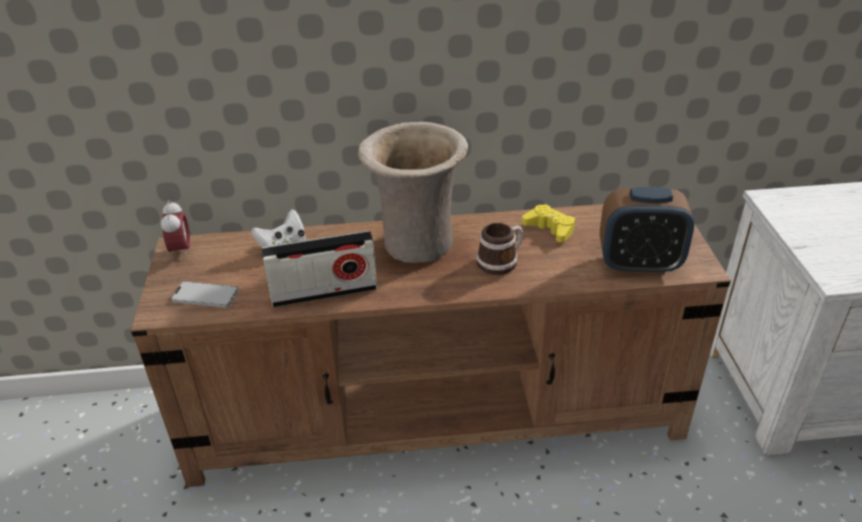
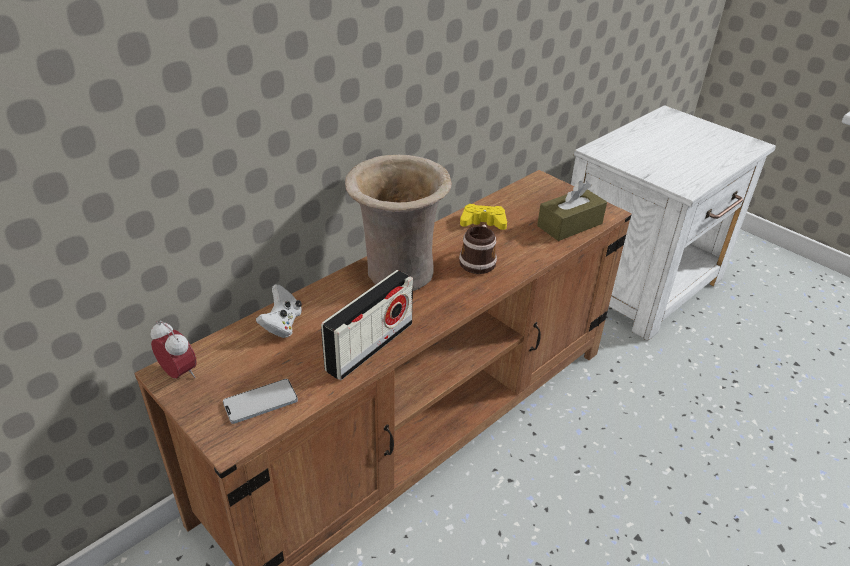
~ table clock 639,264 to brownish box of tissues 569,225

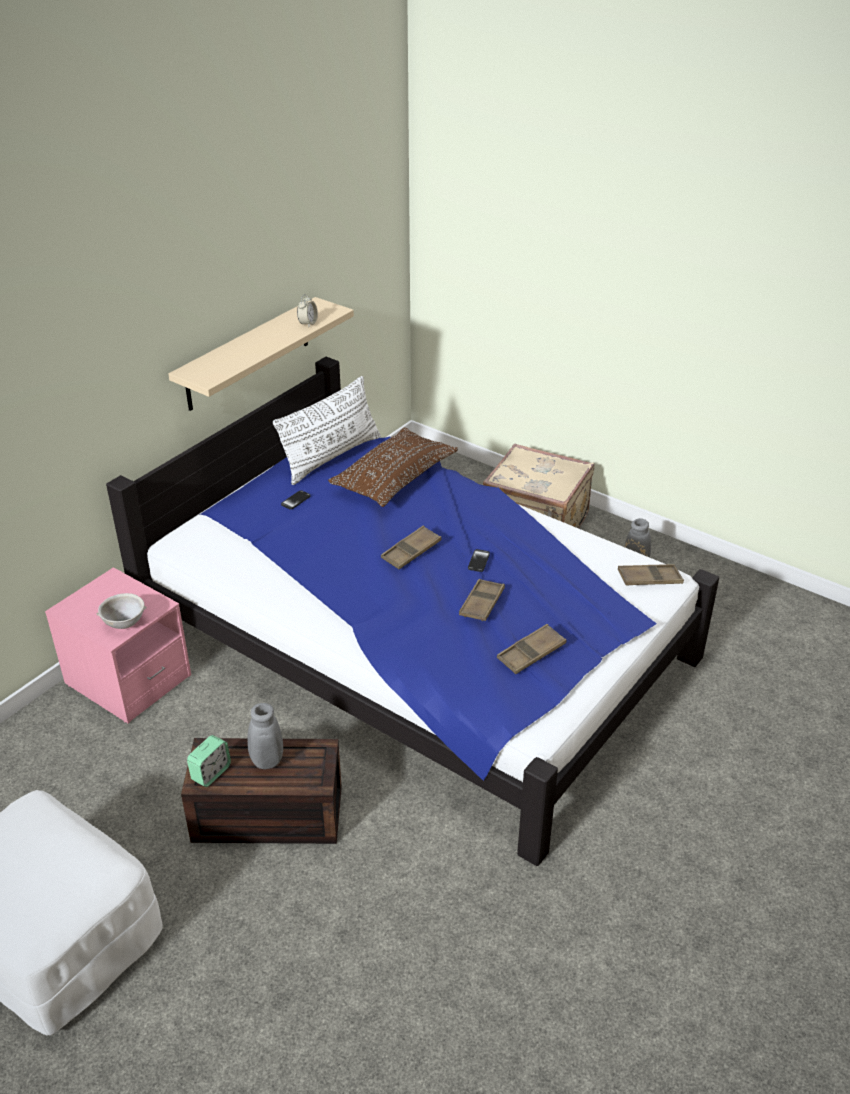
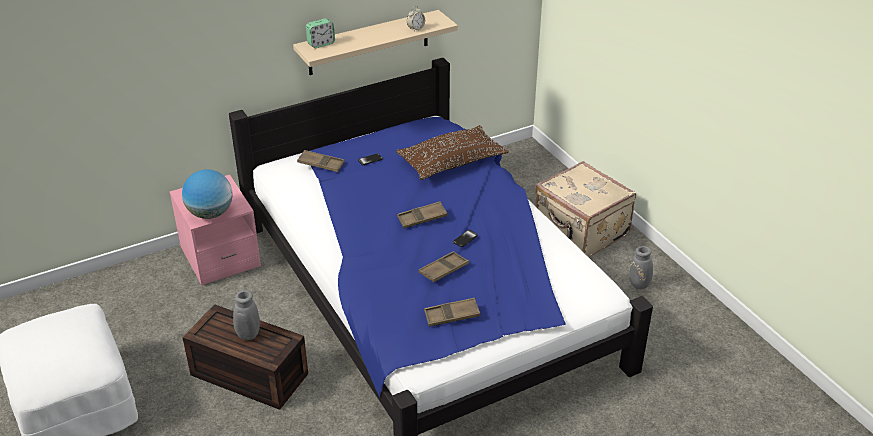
~ greyish deep dish 124,623 to world globe 210,213
~ table clock 211,773 to 321,44
- whitish cushion 331,457
~ brownish serving tray 649,579 to 321,164

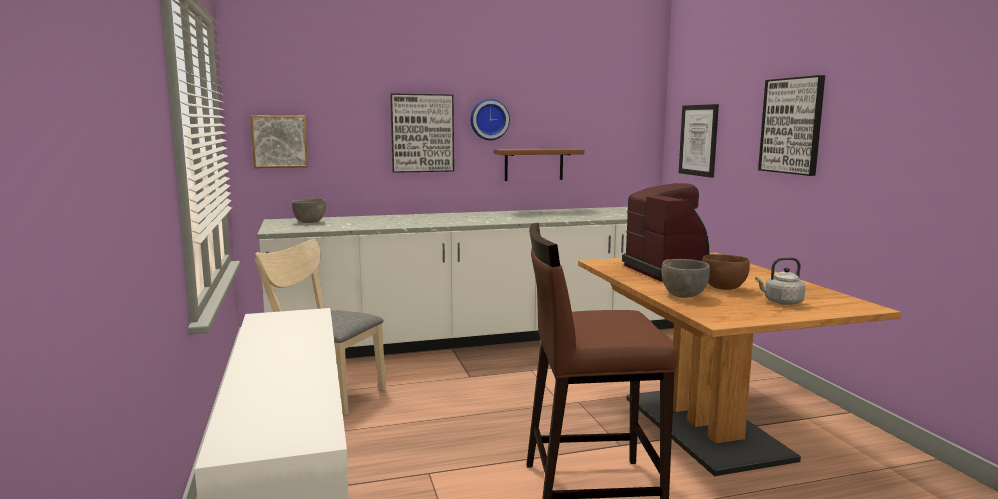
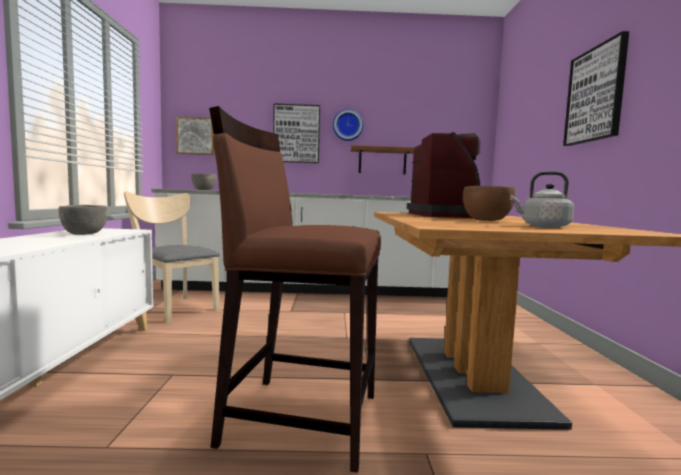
~ greyish deep dish 683,295 to 85,234
- picture 698,140

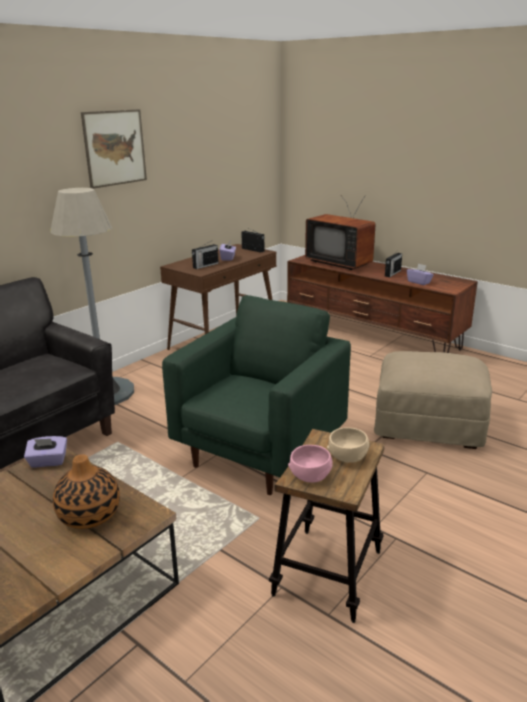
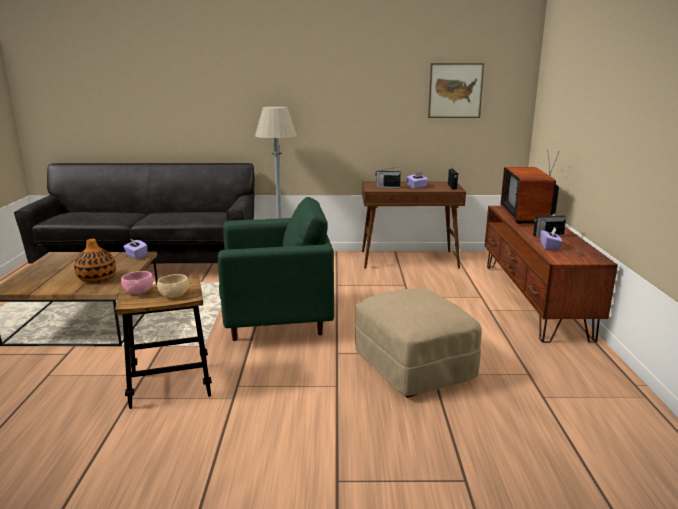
~ picture 115,148 to 455,90

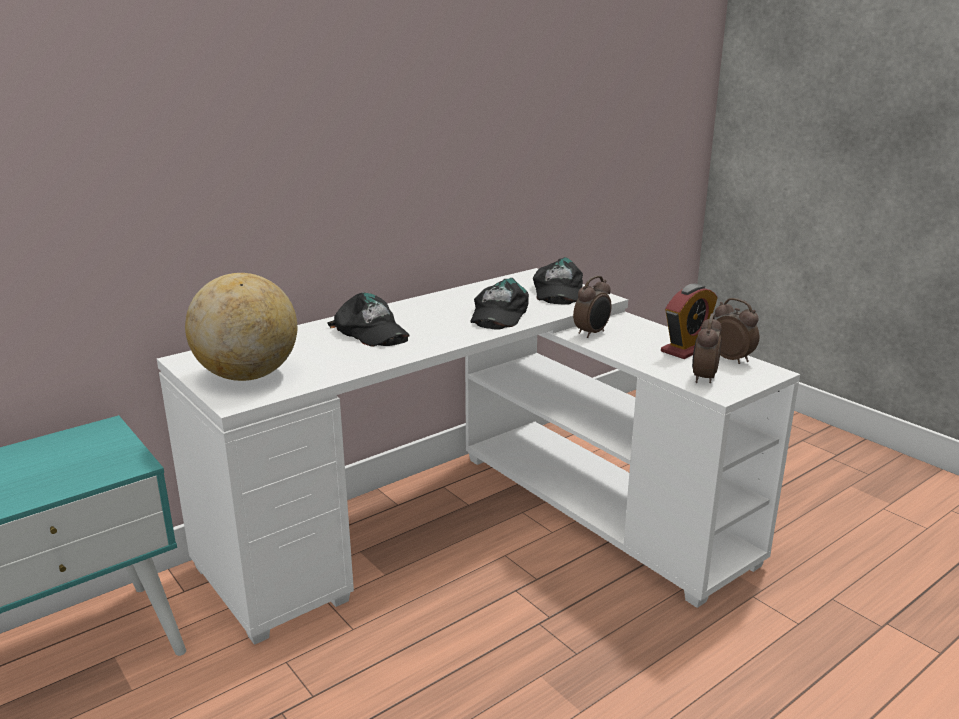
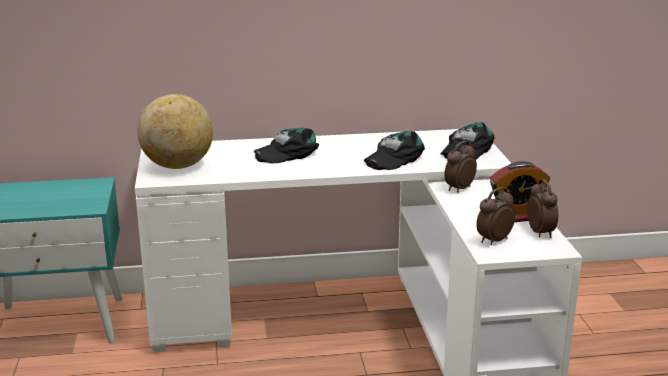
~ black-coloured peaked cap 370,332 = 287,153 75 degrees clockwise
~ table clock 592,333 = 458,189 150 degrees clockwise

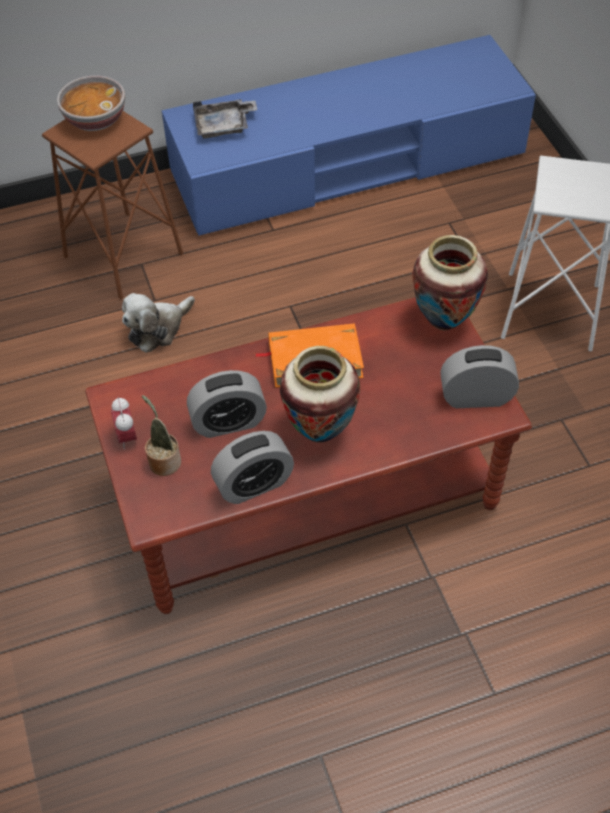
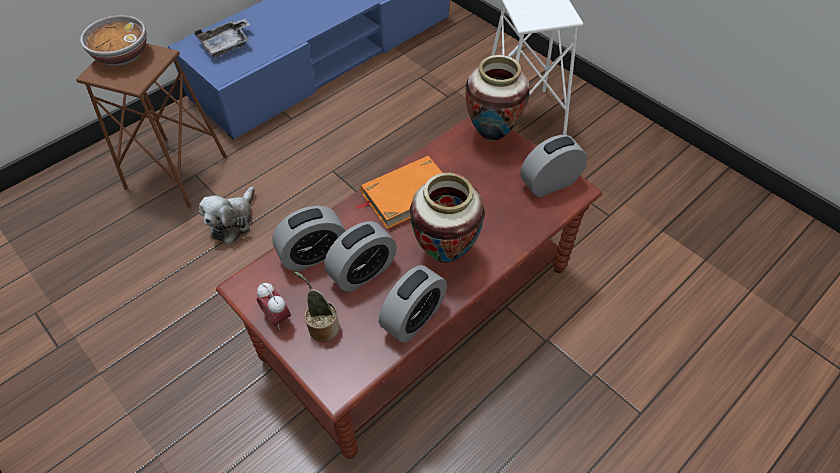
+ table clock 313,255

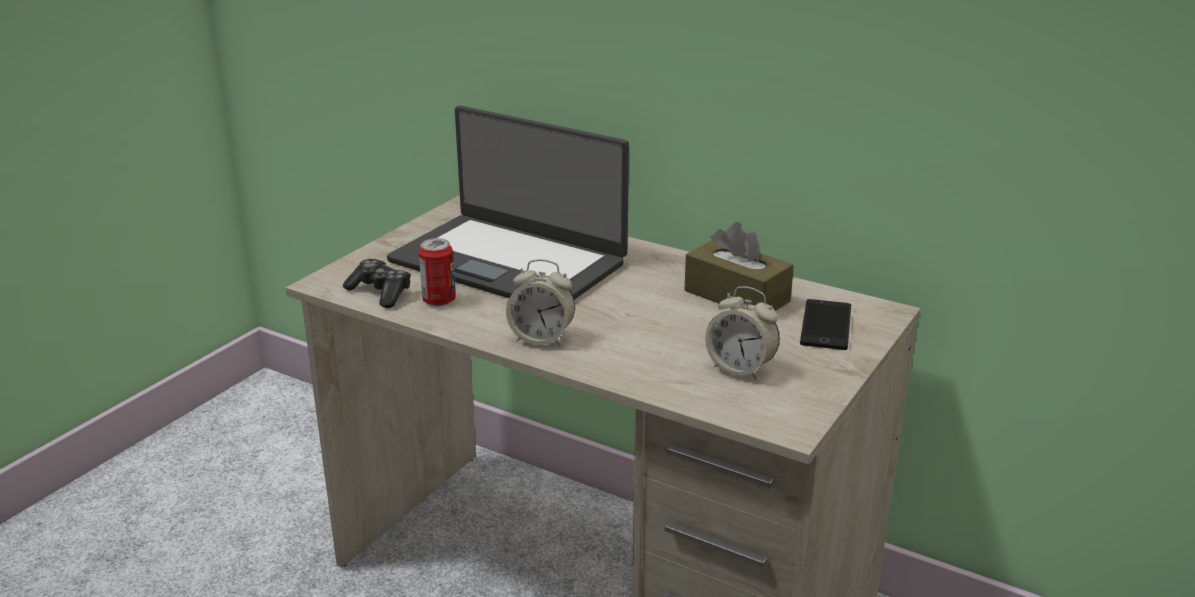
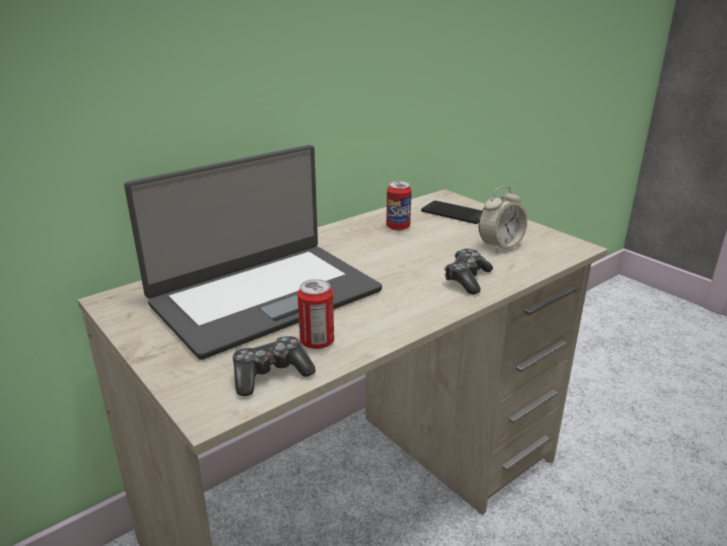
- table clock 541,338
~ brownish box of tissues 736,296 to sealed can 398,227
+ joypad 467,279

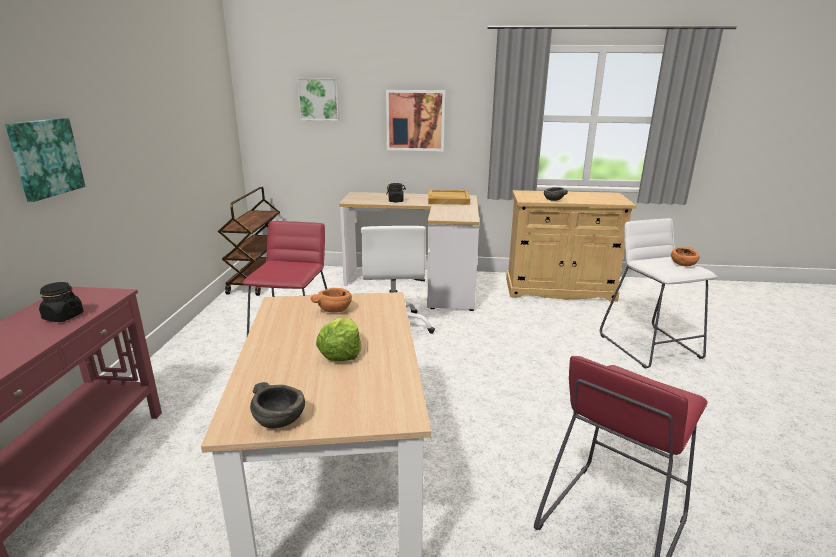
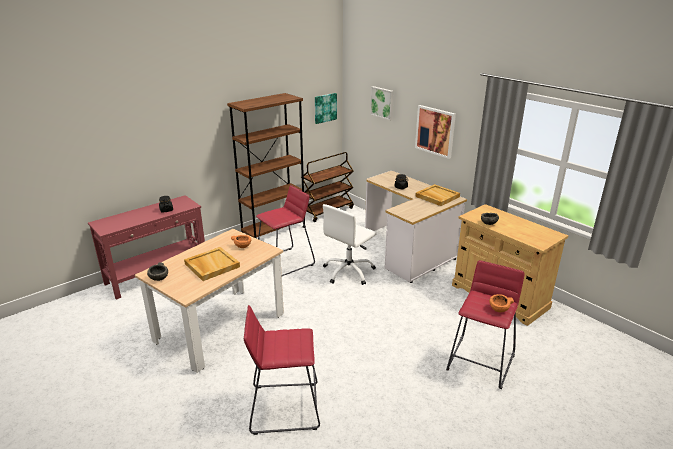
~ picture 45,158 to 325,108
~ lettuce head 341,353 to beige-coloured serving tray 211,265
~ whitish stool seat 649,346 to reddish stool seat 480,362
+ brownish bookshelf 274,231

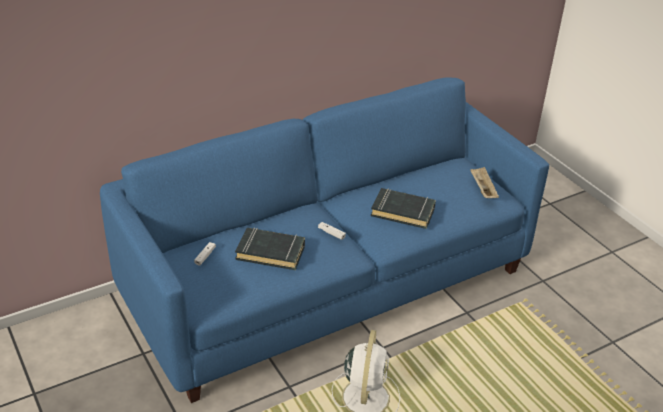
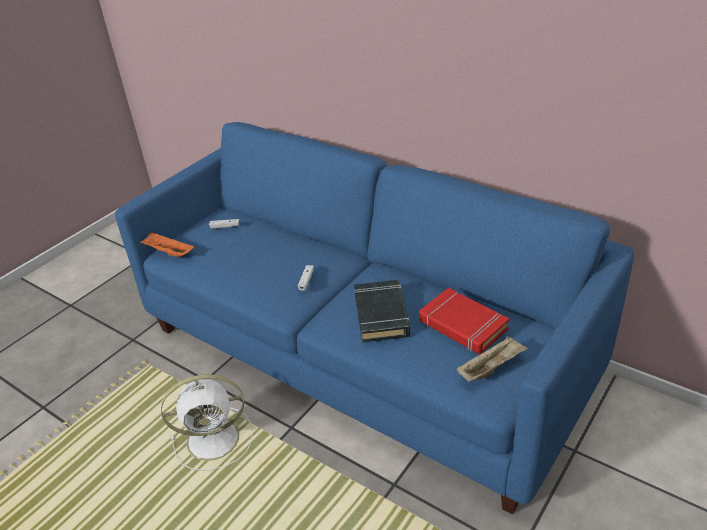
- black-coloured bound book 271,252
+ orangey serving tray 168,253
+ reddish bound book 462,325

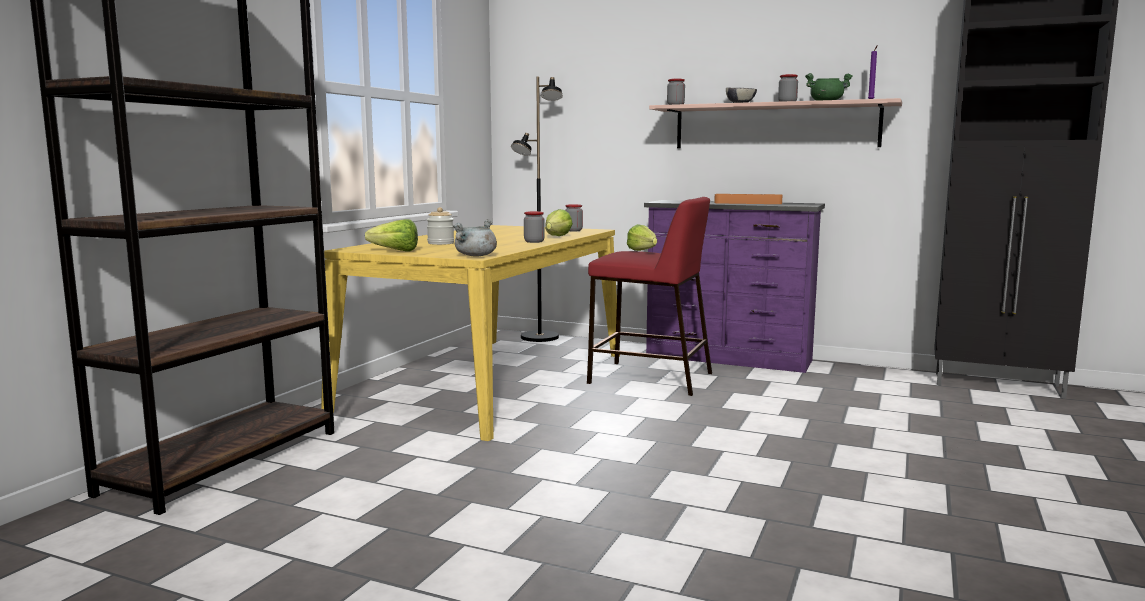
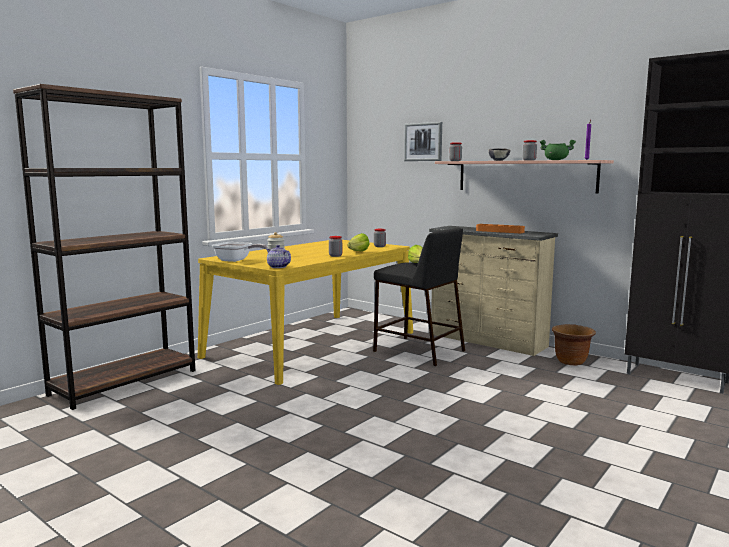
~ lettuce head 391,251 to frying pan 236,260
~ greyish stockpot 476,256 to tea pot 278,267
- black-coloured floor lamp 539,337
~ reddish stool seat 649,378 to black-coloured stool seat 417,351
~ purplish chest of drawers 728,359 to beige-coloured chest of drawers 487,341
+ picture 423,142
+ brownish flower pot 571,361

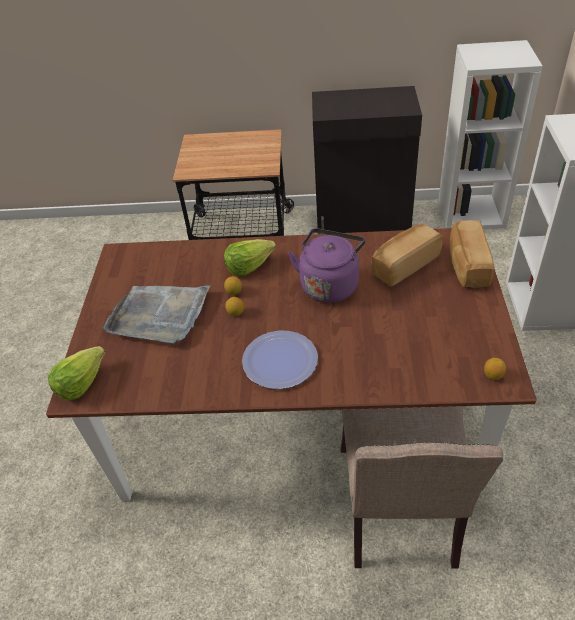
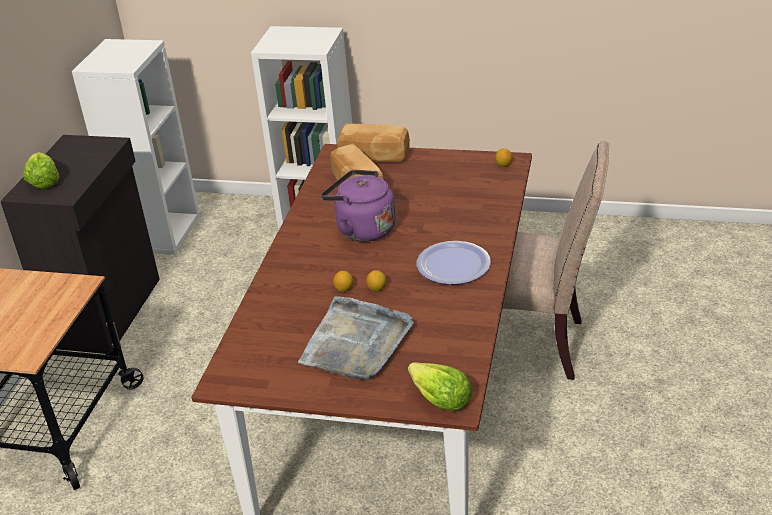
~ lettuce head 249,265 to 43,181

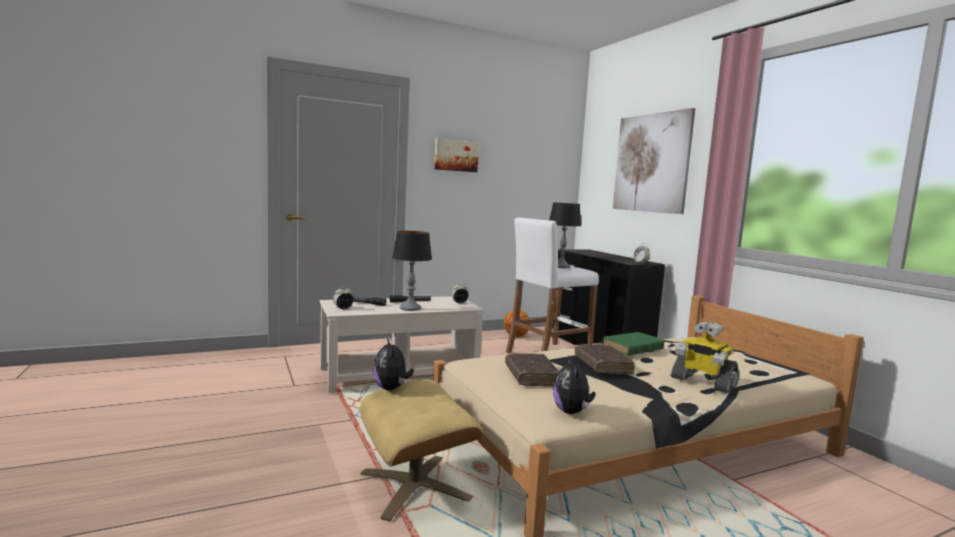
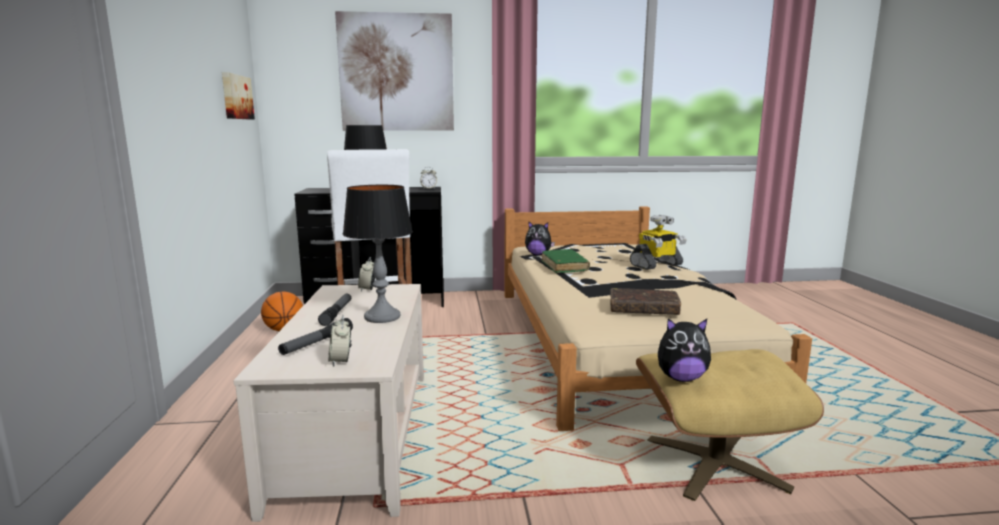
~ picture 456,155 to 236,97
~ soft toy 572,412 to 538,254
- brownish bound book 602,366

